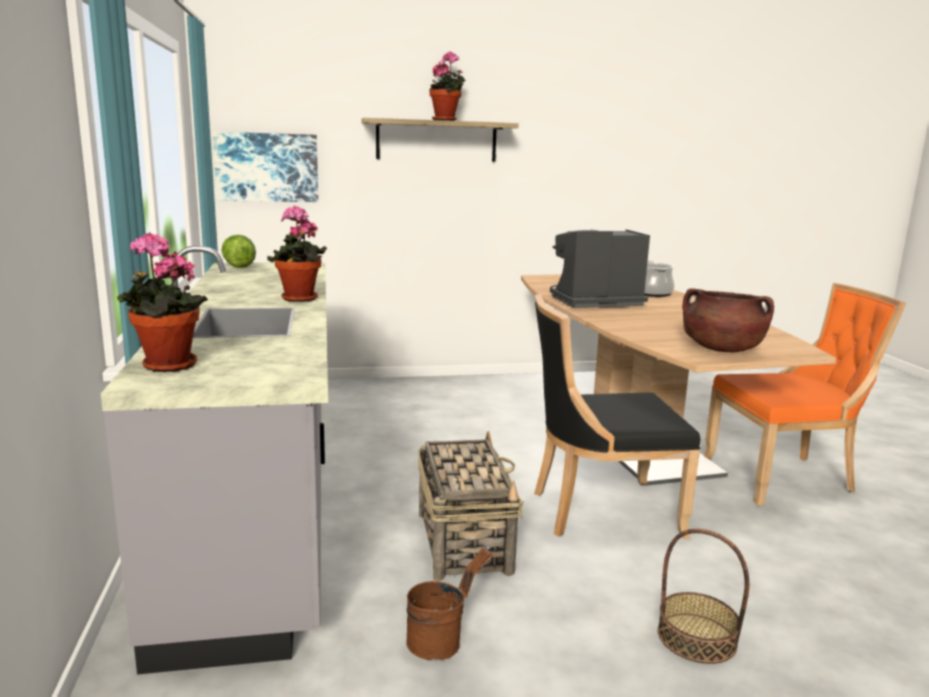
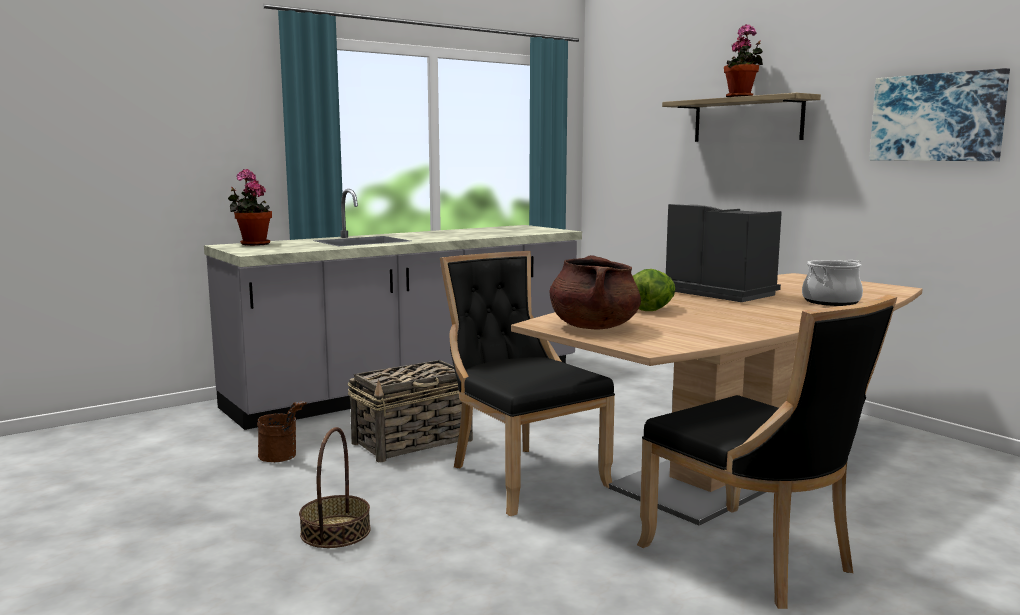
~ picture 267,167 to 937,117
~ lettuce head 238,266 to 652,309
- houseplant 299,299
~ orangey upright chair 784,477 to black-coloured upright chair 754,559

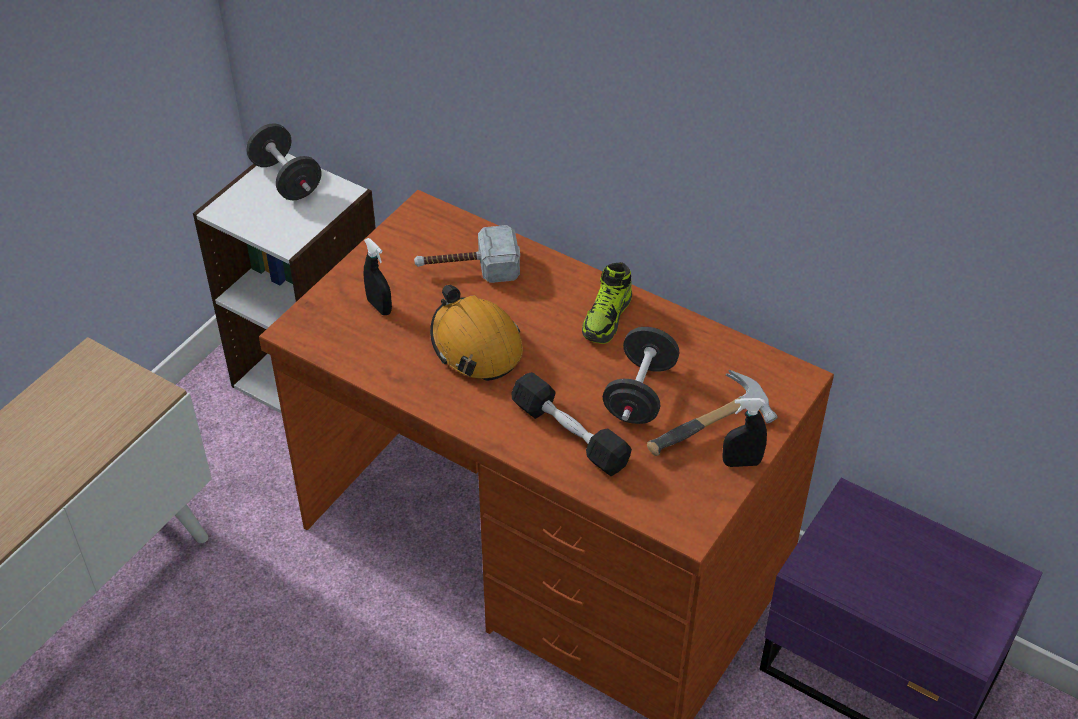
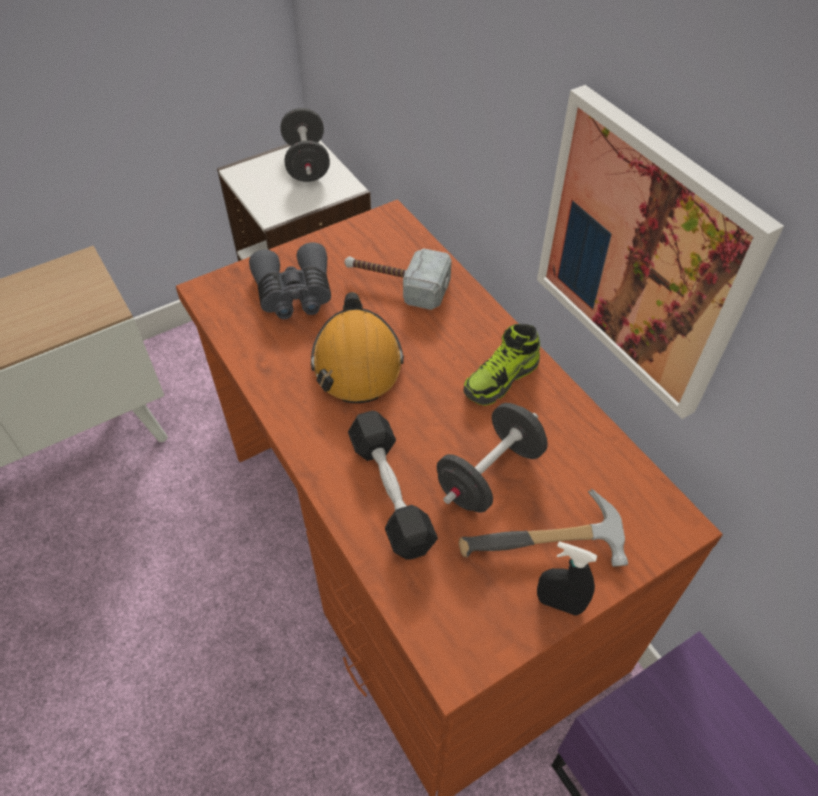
~ black-coloured hand sprayer 379,307 to greyish pair of binoculars 294,294
+ picture 642,255

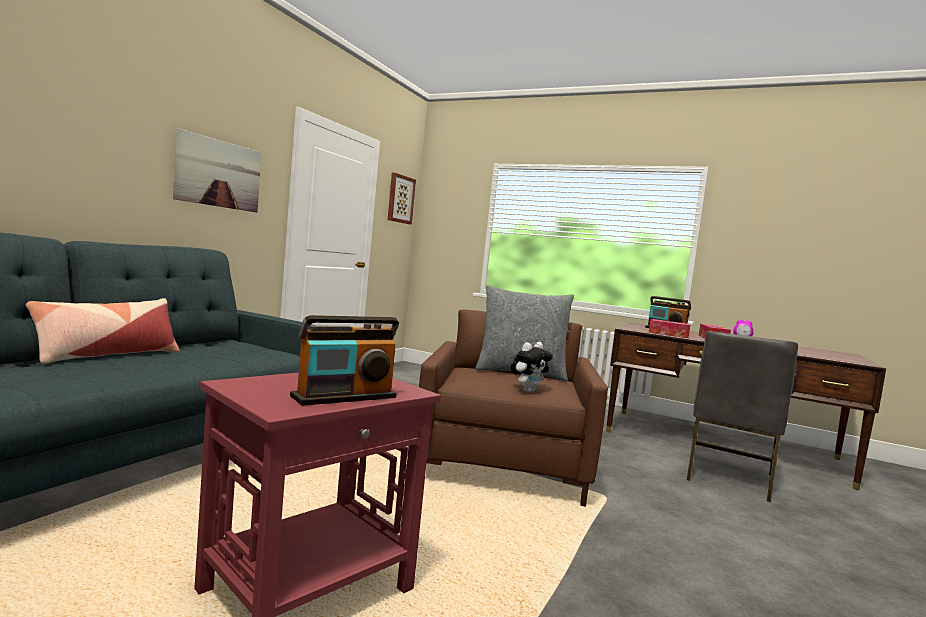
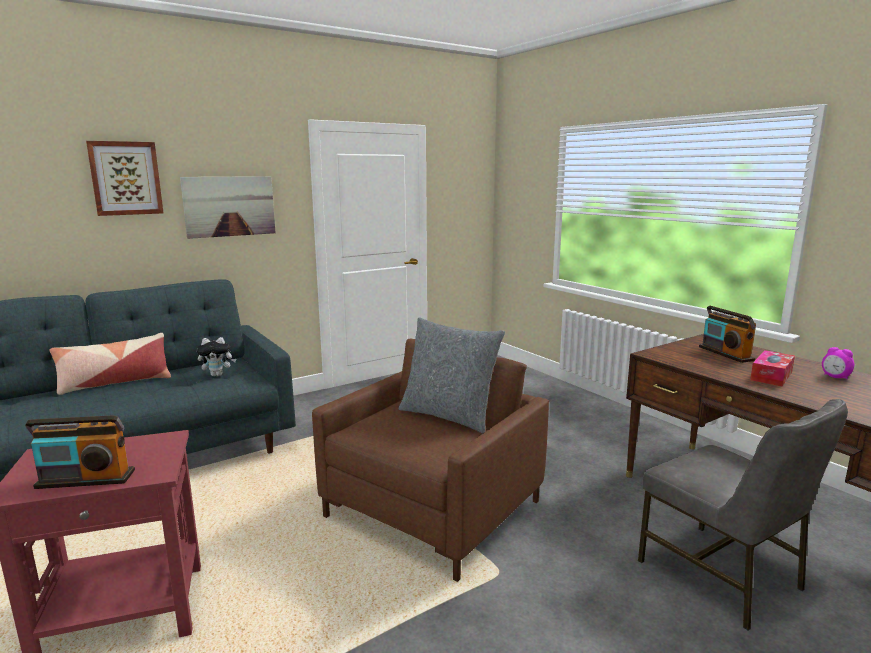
~ picture 400,199 to 126,178
~ soft toy 528,390 to 218,375
- box of tissues 668,334
~ greyish upright chair 728,477 = 721,575 90 degrees counterclockwise

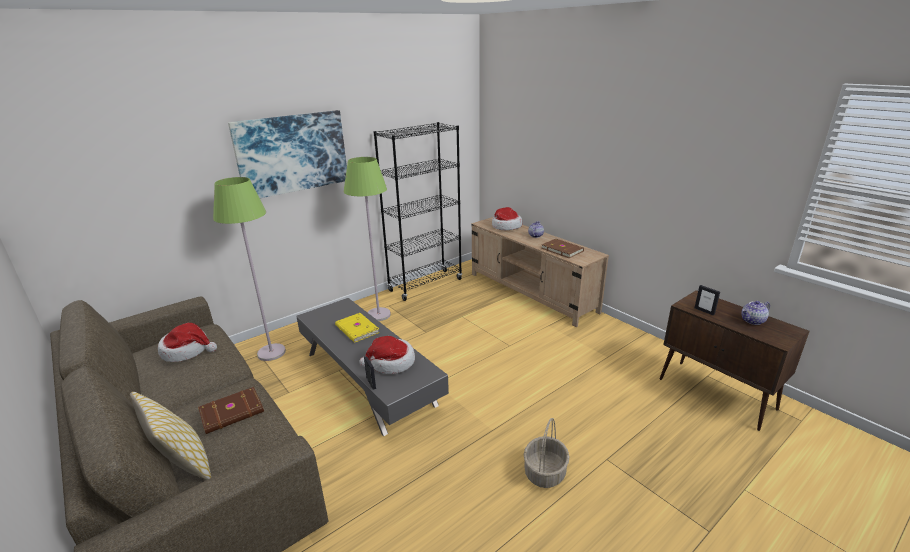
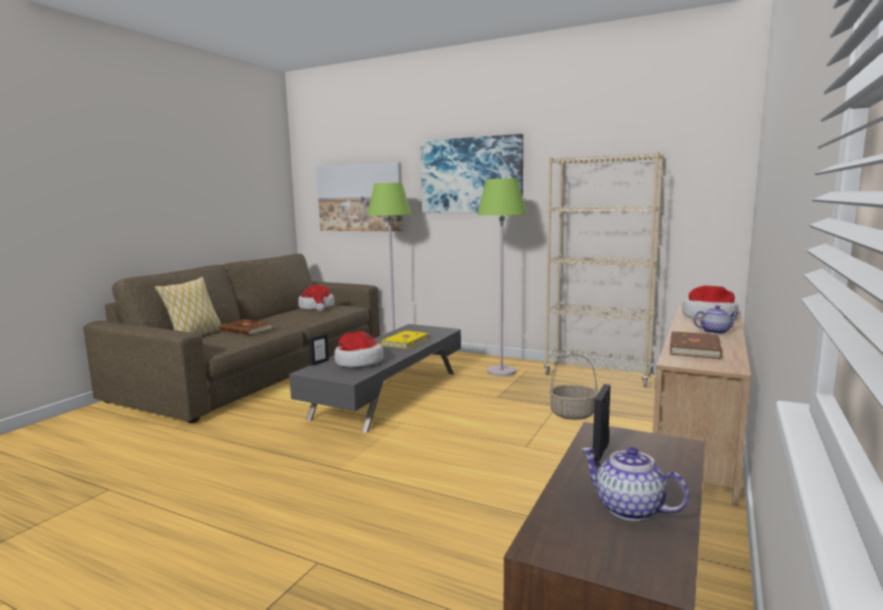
~ black-coloured bookshelf 425,285 to beige-coloured bookshelf 598,375
~ basket 545,473 to 572,414
+ picture 360,198

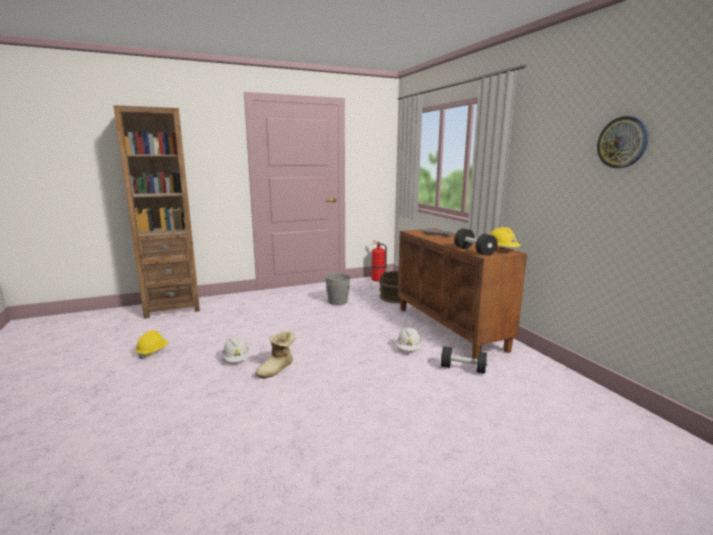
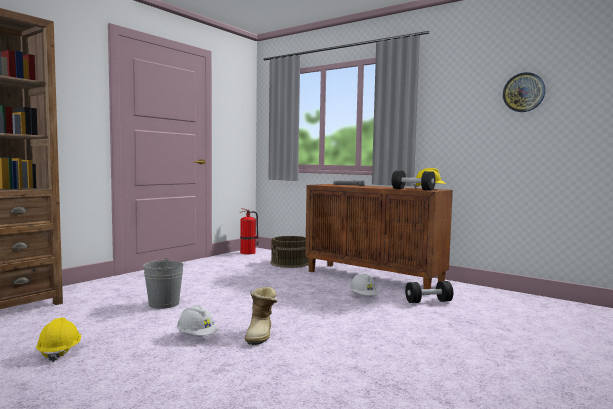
~ greyish pail 338,301 to 164,304

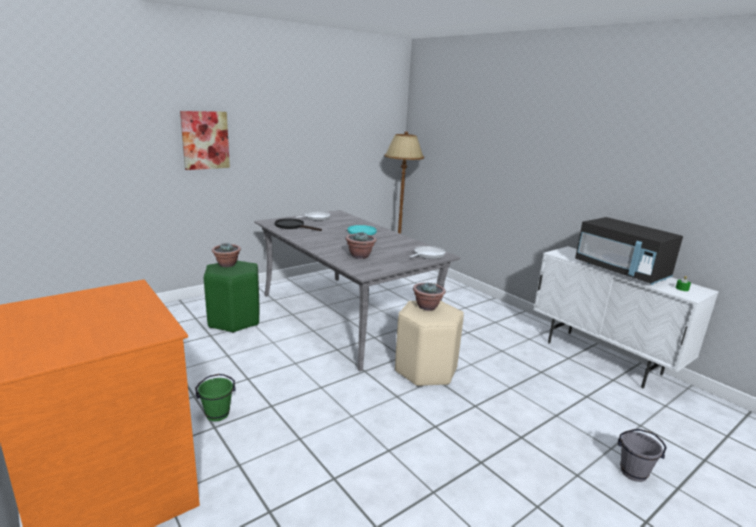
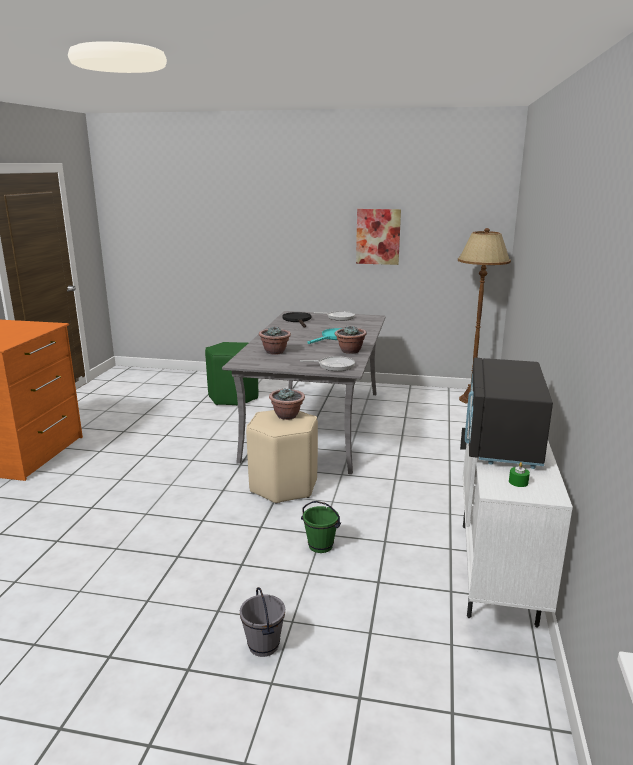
~ picture 205,140 to 378,236
~ greenish pail 217,415 to 320,546
~ houseplant 227,264 to 350,351

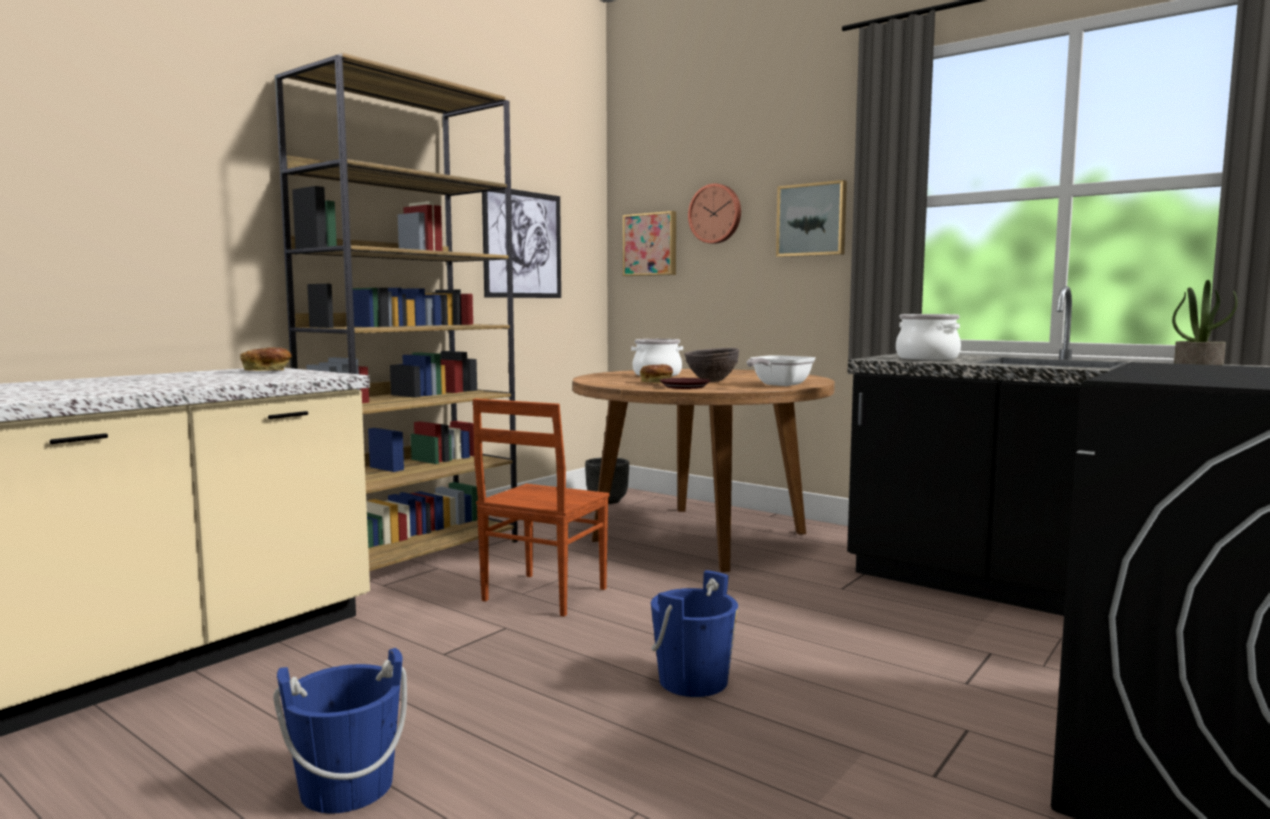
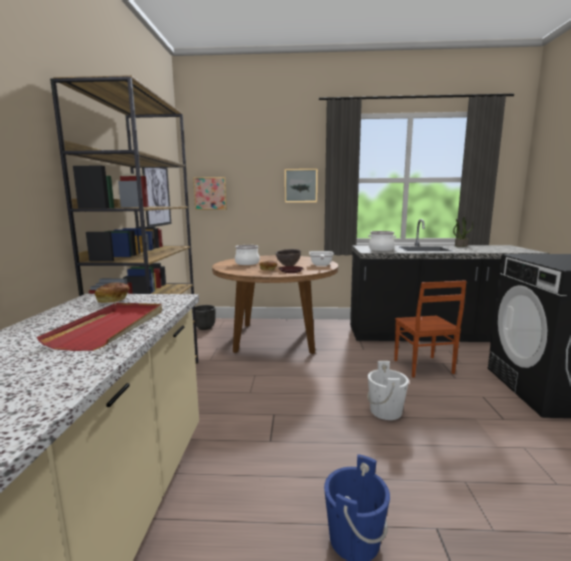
~ brownish upright chair 542,595 to 423,367
~ blue-coloured pail 693,681 to whitish pail 386,411
- wall clock 716,214
+ reddish serving tray 111,327

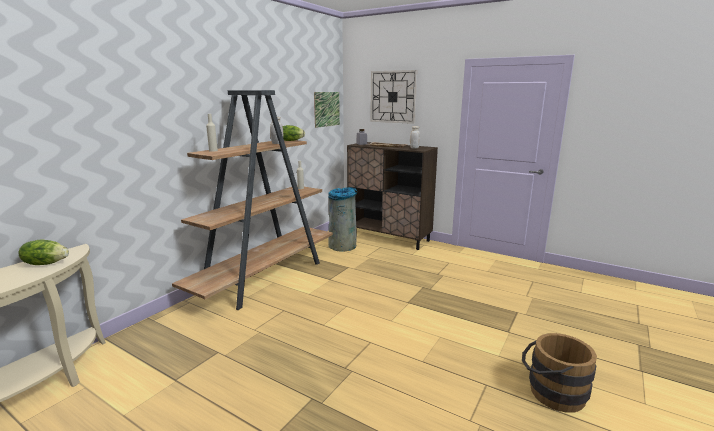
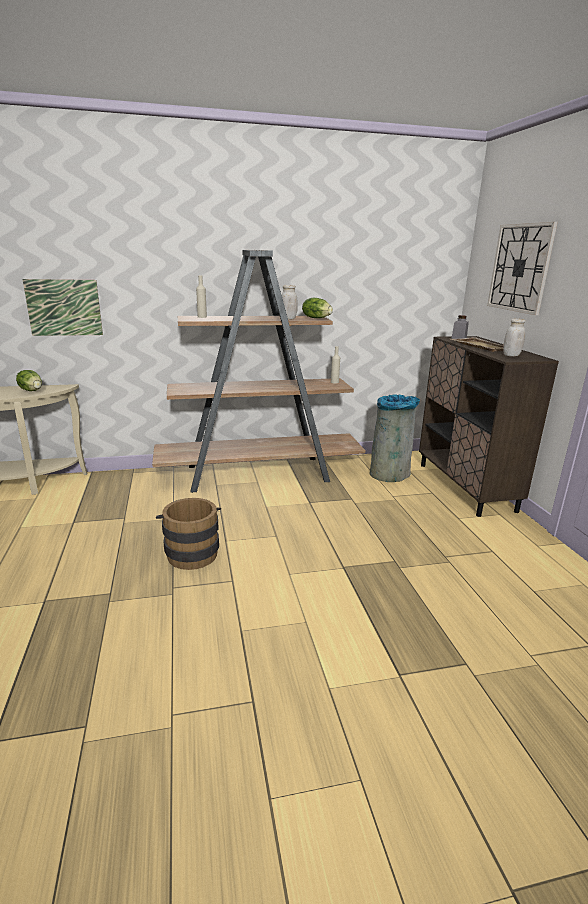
~ picture 327,109 to 64,307
~ brownish pail 551,392 to 191,552

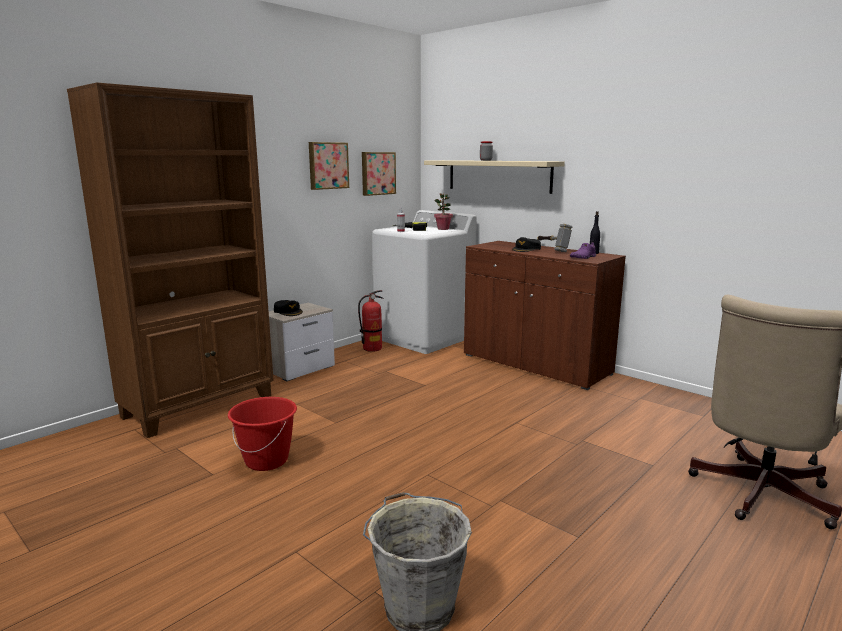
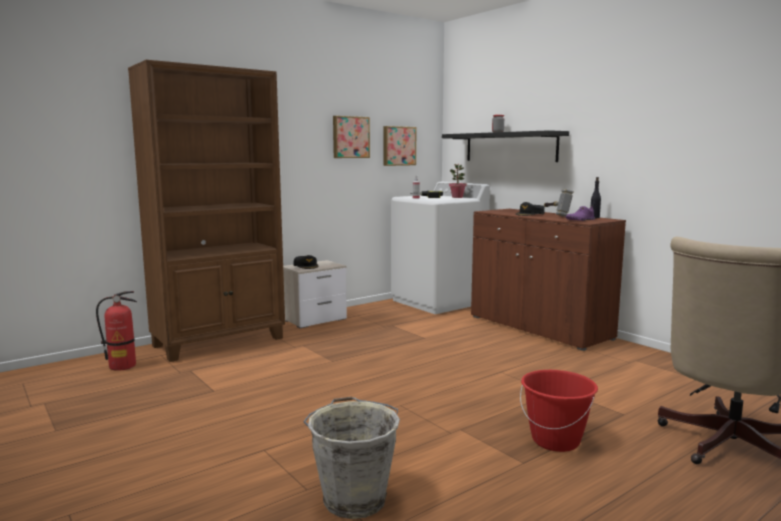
~ reddish pail 267,460 to 556,440
~ fire-fighting cylinder 372,348 to 122,366
~ beige-coloured bracket shelf 498,176 to black-coloured bracket shelf 510,147

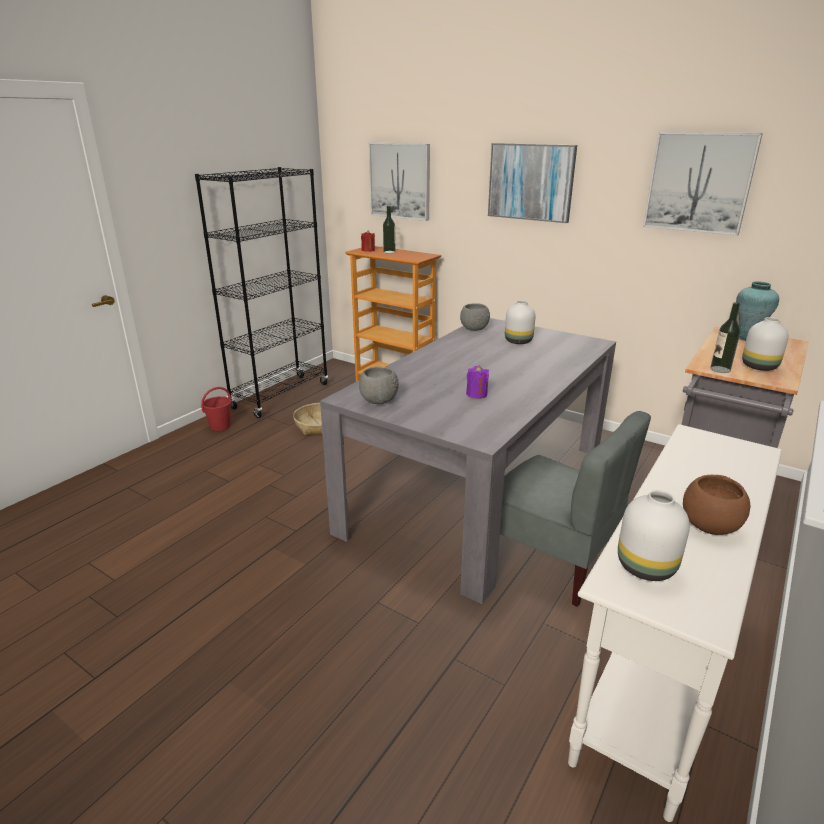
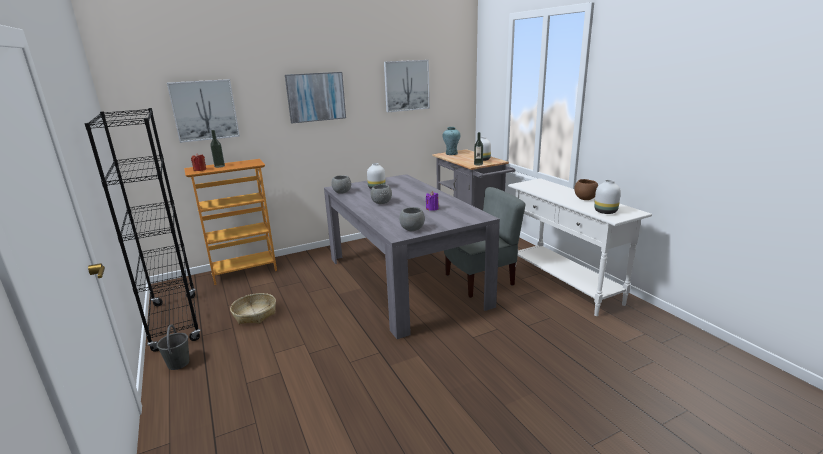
~ reddish pail 220,426 to greyish pail 178,363
+ greyish deep dish 382,203

